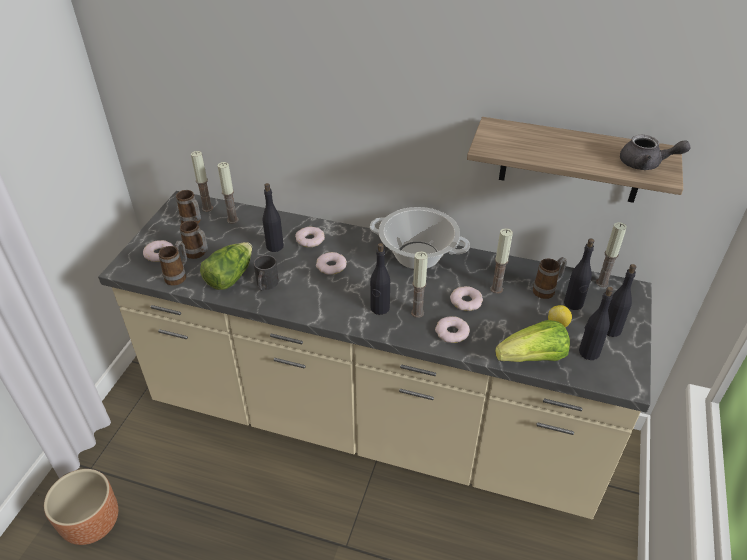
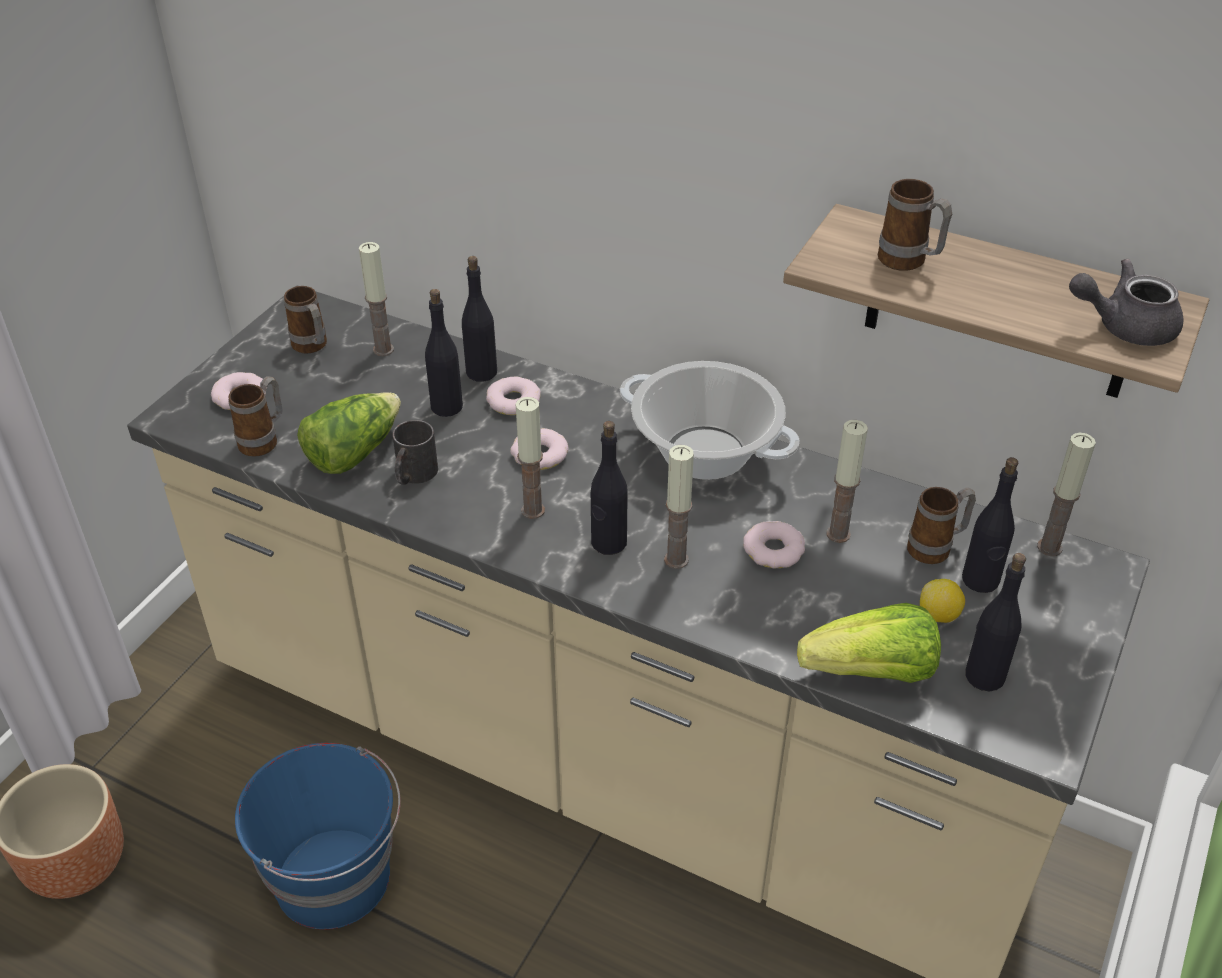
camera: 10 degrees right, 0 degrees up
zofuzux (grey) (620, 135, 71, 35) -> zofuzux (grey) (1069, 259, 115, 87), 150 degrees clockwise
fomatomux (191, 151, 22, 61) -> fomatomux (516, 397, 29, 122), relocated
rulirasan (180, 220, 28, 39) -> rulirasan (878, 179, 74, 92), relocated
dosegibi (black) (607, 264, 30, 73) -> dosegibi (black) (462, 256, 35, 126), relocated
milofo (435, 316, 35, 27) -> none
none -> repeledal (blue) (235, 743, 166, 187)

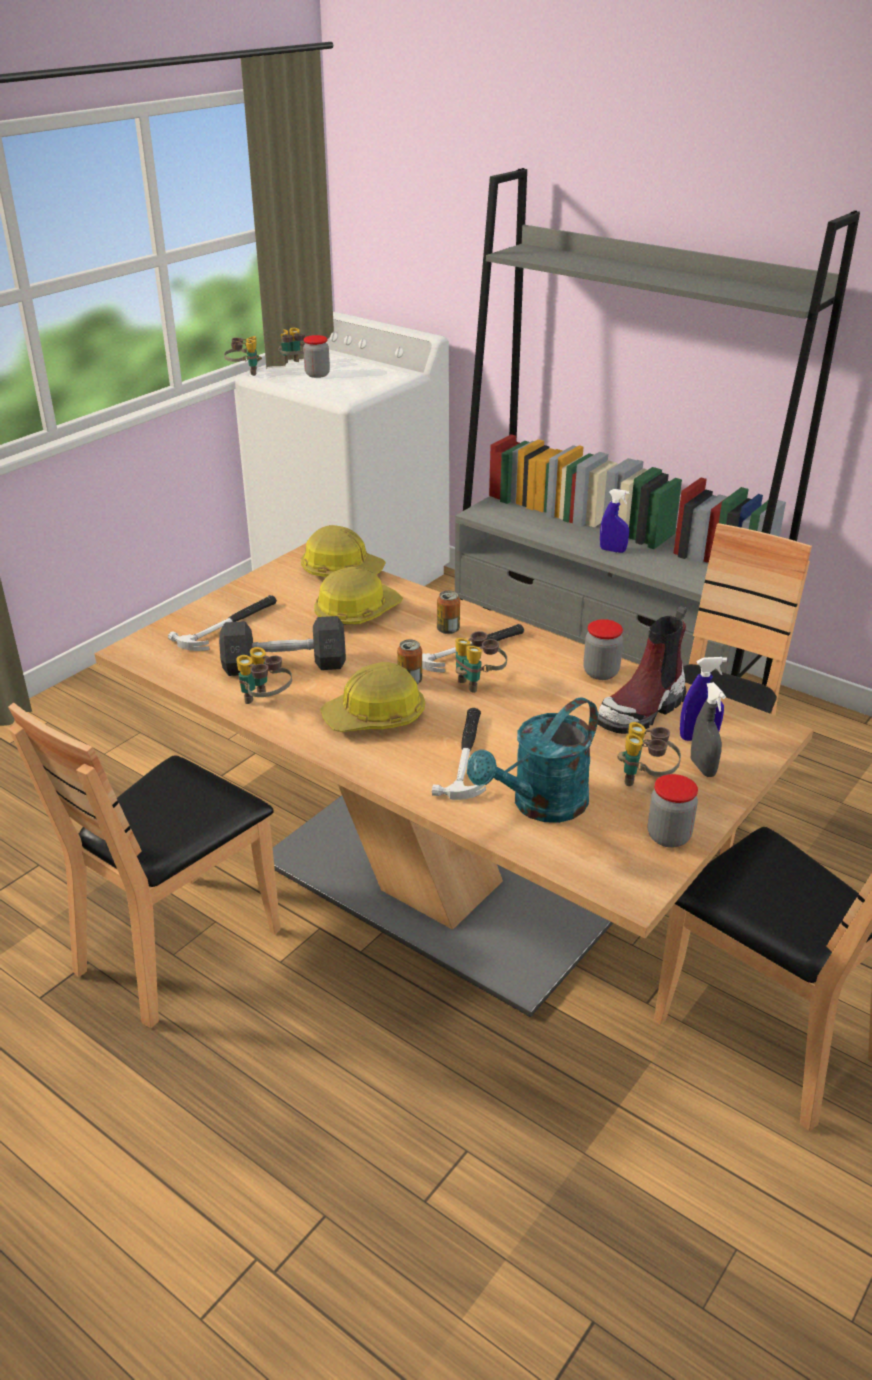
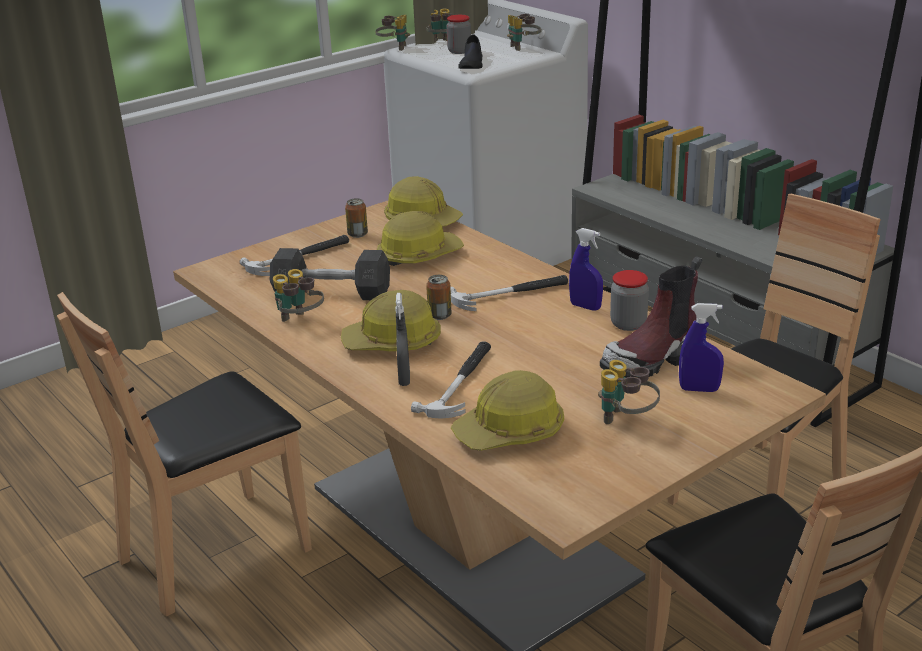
camera: 15 degrees right, 5 degrees down
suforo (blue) (600, 489, 30, 64) -> suforo (blue) (569, 228, 34, 83), relocated
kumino (437, 590, 23, 44) -> kumino (345, 198, 23, 40), relocated
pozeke (455, 631, 52, 62) -> pozeke (507, 14, 34, 37), relocated
suforo (grey) (691, 682, 35, 95) -> suforo (grey) (395, 293, 15, 93), relocated
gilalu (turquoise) (467, 697, 131, 126) -> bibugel (451, 370, 113, 81)
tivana (648, 774, 50, 74) -> none
none -> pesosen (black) (458, 34, 25, 35)

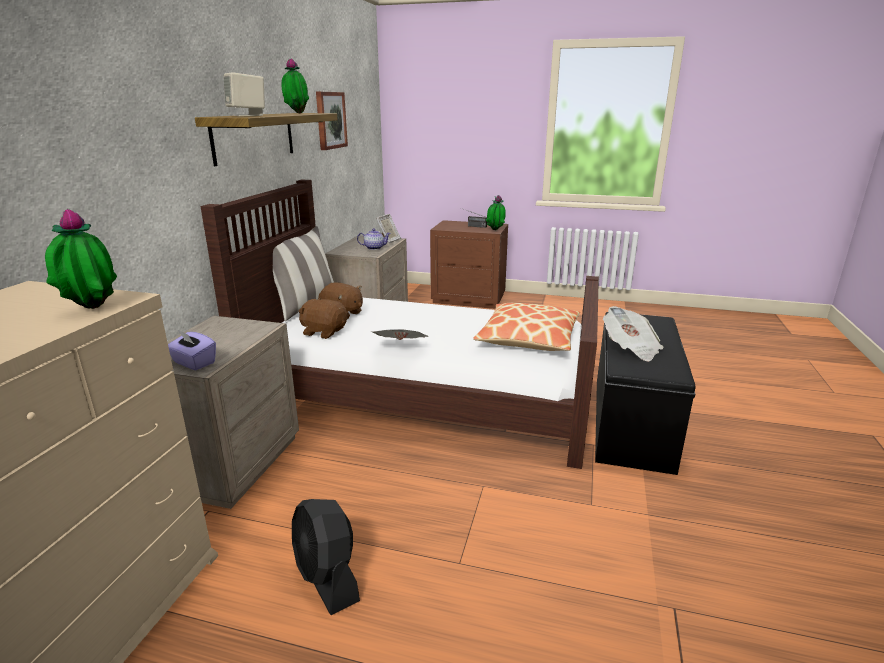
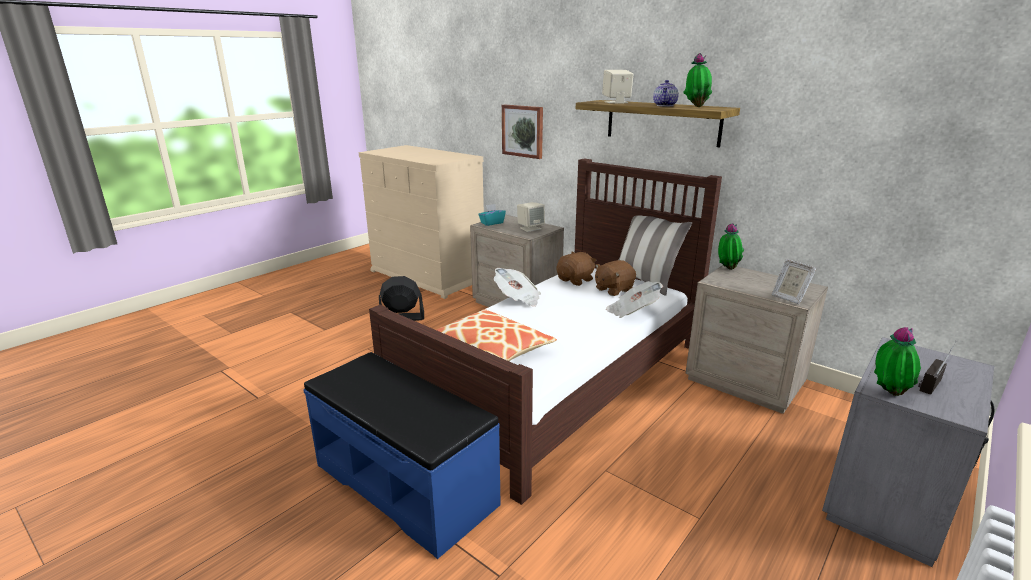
camera: 115 degrees right, 0 degrees up
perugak (316, 92, 32, 58) -> perugak (502, 105, 41, 54), relocated
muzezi (45, 209, 72, 100) -> muzezi (718, 223, 26, 47), relocated
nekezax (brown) (430, 220, 78, 89) -> nekezax (grey) (822, 337, 172, 230)
zofuzux (357, 228, 34, 22) -> zofuzux (653, 80, 26, 26), relocated
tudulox (603, 306, 61, 56) -> tudulox (606, 281, 57, 37), relocated
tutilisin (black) (595, 312, 101, 163) -> tutilisin (blue) (303, 352, 198, 207)
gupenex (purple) (168, 330, 48, 40) -> gupenex (turquoise) (478, 204, 28, 22)
none -> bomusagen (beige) (517, 202, 28, 30)

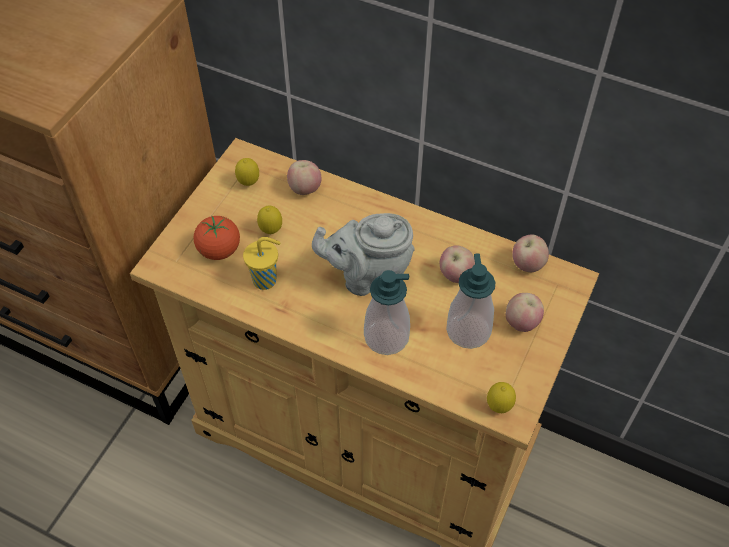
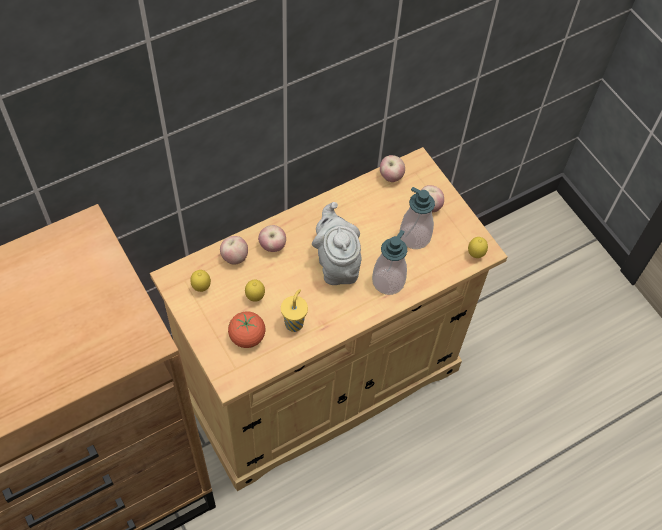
camera: 60 degrees left, 5 degrees up
zofuzux (grey) (312, 213, 103, 83) -> zofuzux (grey) (312, 202, 49, 83), 135 degrees clockwise
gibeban (440, 245, 35, 38) -> gibeban (258, 225, 28, 27), relocated

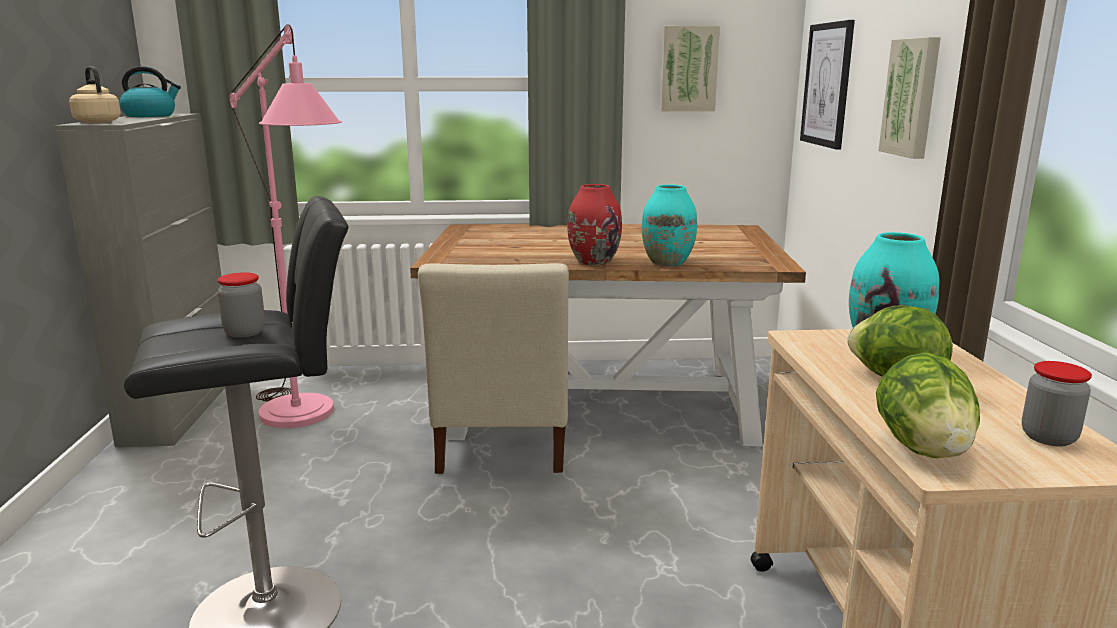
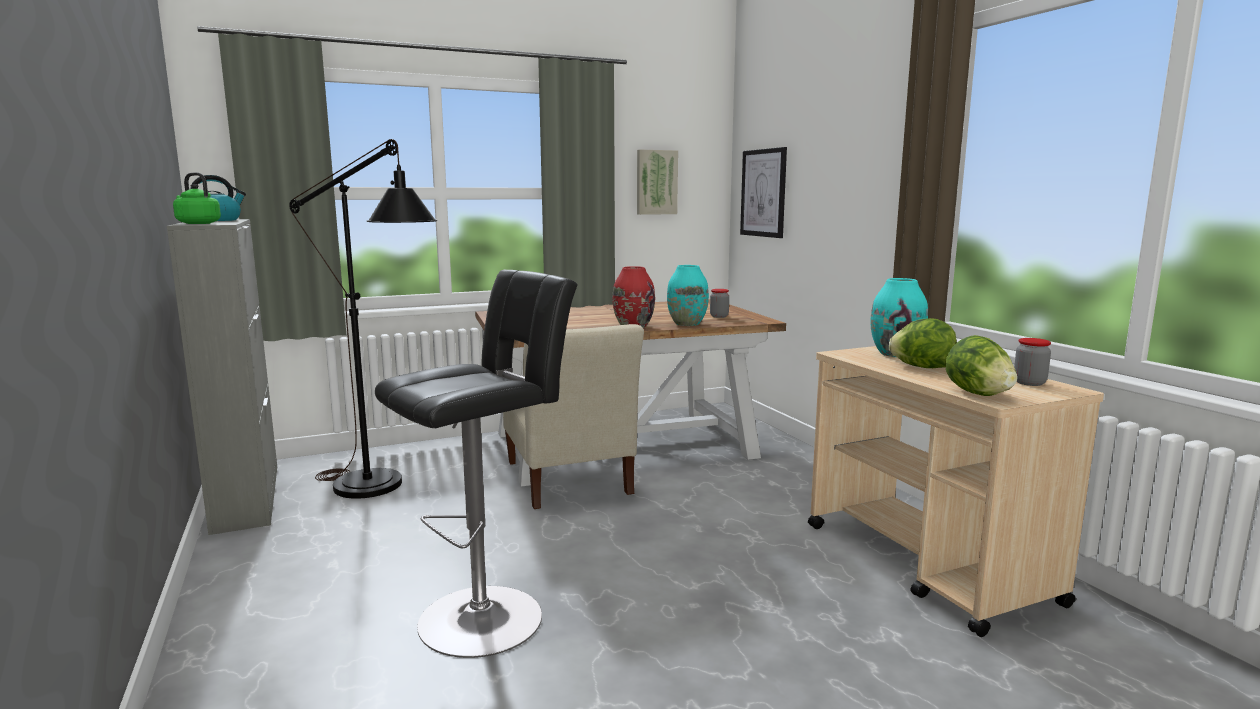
camera: 20 degrees left, 5 degrees down
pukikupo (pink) (230, 24, 112, 404) -> pukikupo (black) (289, 139, 148, 360)
perugak (878, 37, 63, 122) -> none
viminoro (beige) (69, 66, 52, 57) -> viminoro (green) (173, 172, 48, 52)
tivana (218, 272, 47, 66) -> tivana (710, 289, 19, 29), relocated

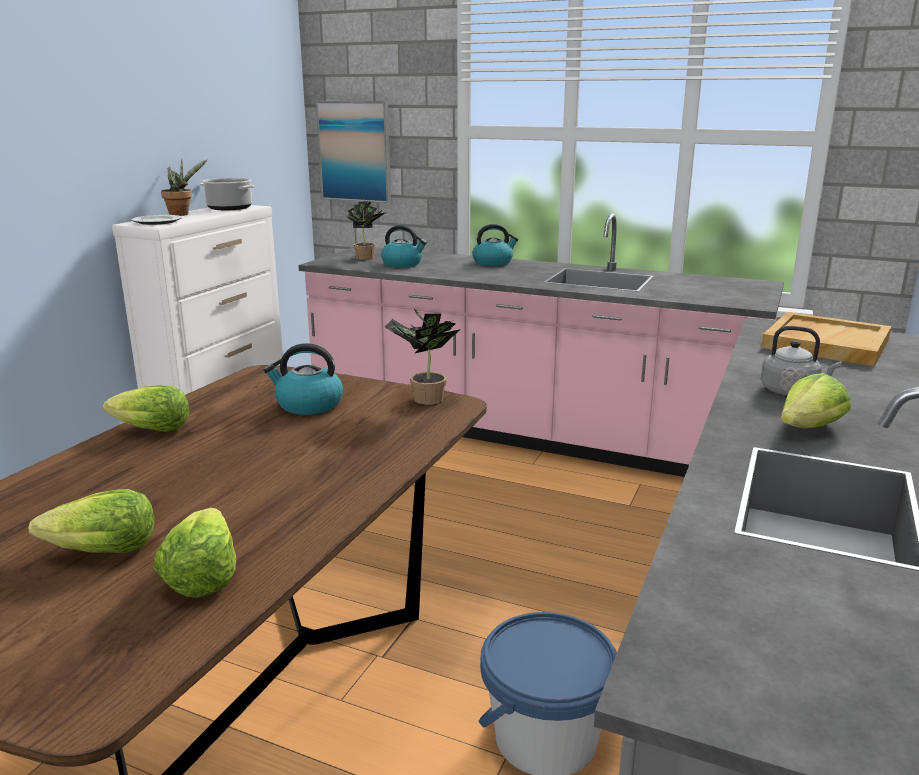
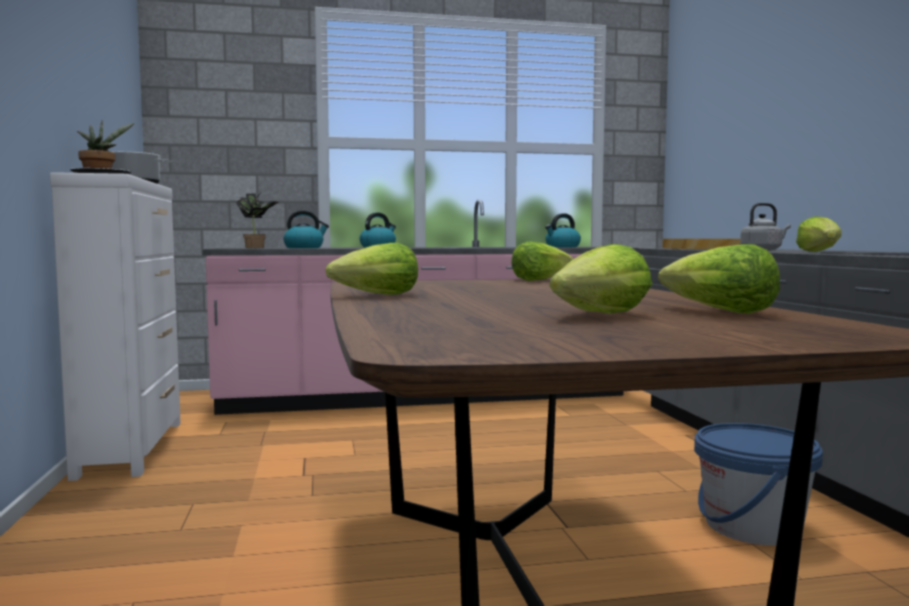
camera: 35 degrees left, 15 degrees down
perugak (316, 101, 75, 102) -> none
muzezi (385, 309, 76, 96) -> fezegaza (511, 242, 62, 39)
viminoro (264, 343, 79, 72) -> viminoro (545, 213, 36, 34), relocated

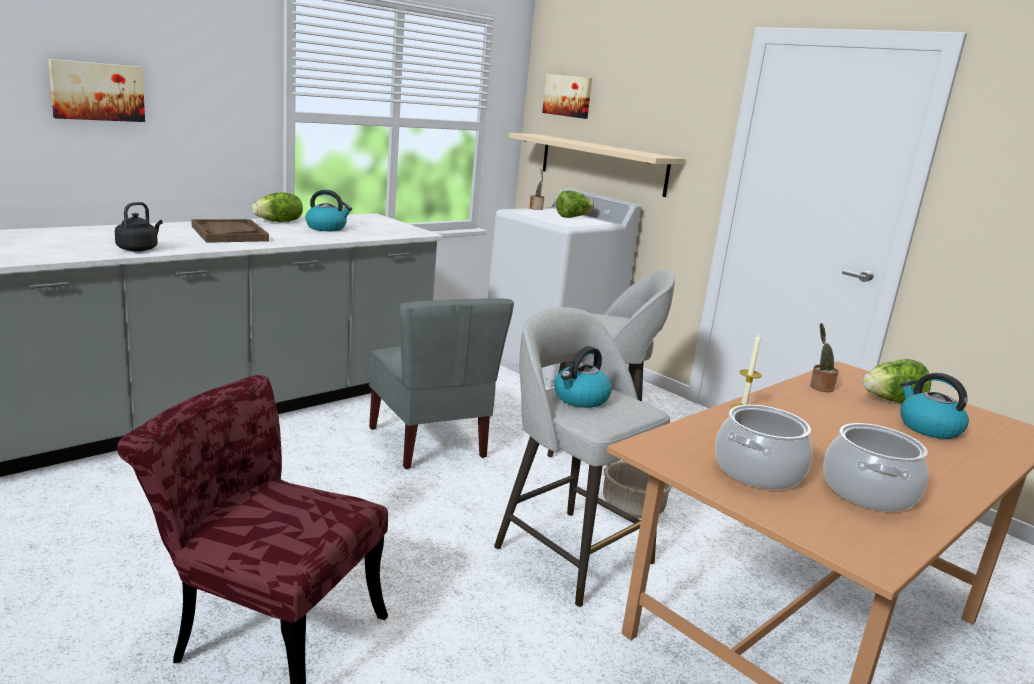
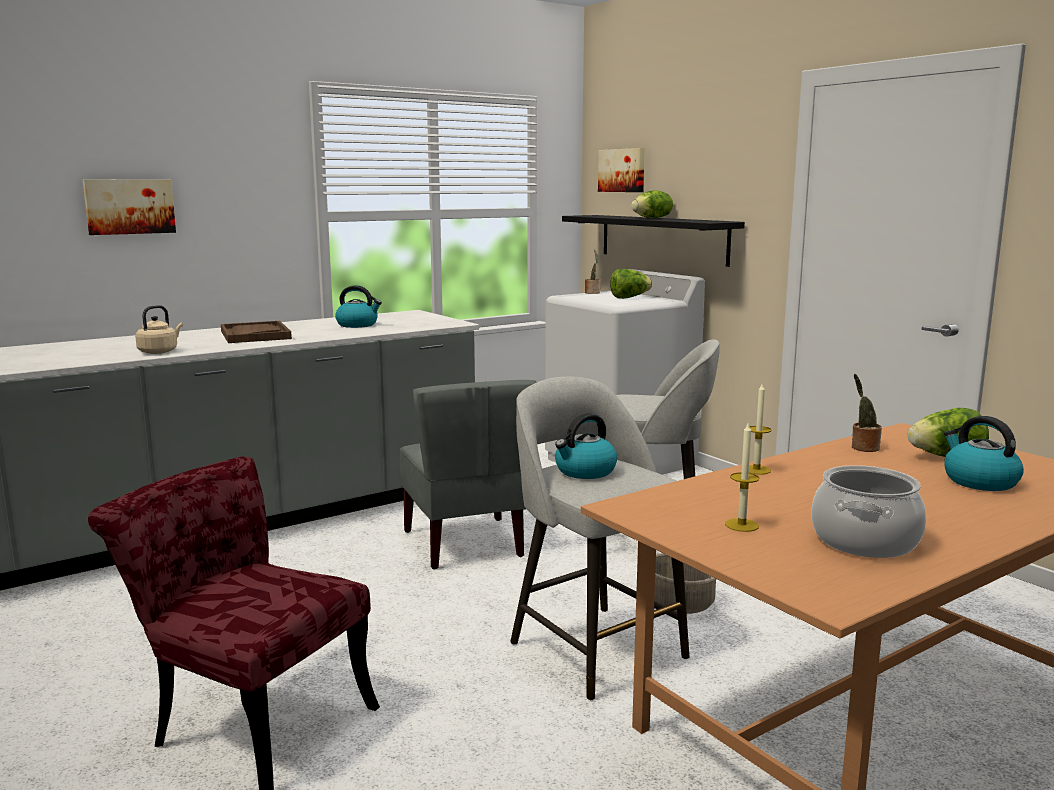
camera: 10 degrees right, 5 degrees down
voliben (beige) (509, 133, 176, 64) -> voliben (black) (562, 215, 183, 52)
fezegaza (252, 193, 51, 29) -> fezegaza (631, 190, 42, 28), relocated
viminoro (black) (115, 202, 48, 50) -> viminoro (beige) (135, 305, 48, 49)
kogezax (715, 405, 98, 85) -> fomatomux (725, 423, 34, 109)

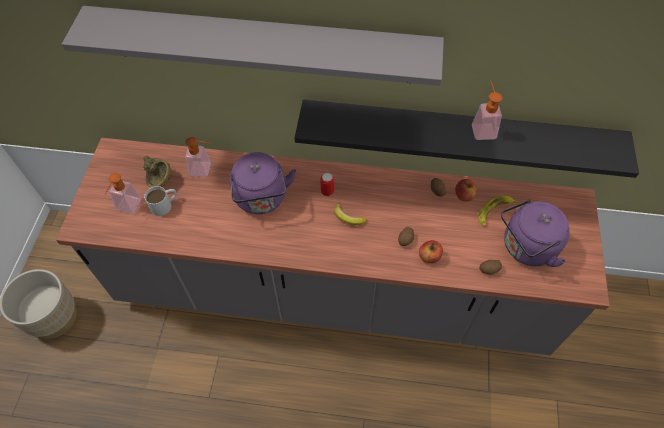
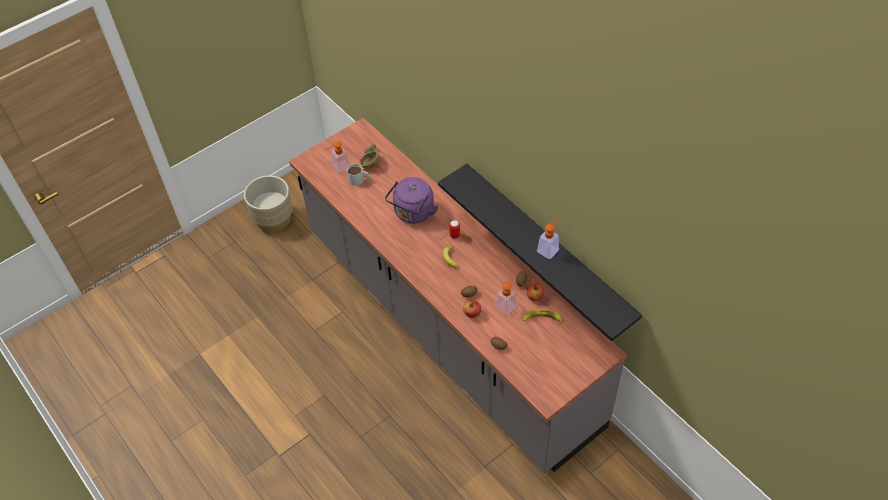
camera: 45 degrees right, 5 degrees down
voliben (grey) (62, 6, 382, 80) -> none
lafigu (185, 137, 26, 39) -> lafigu (495, 282, 24, 33), relocated
viminoro (purple) (501, 199, 69, 68) -> none

